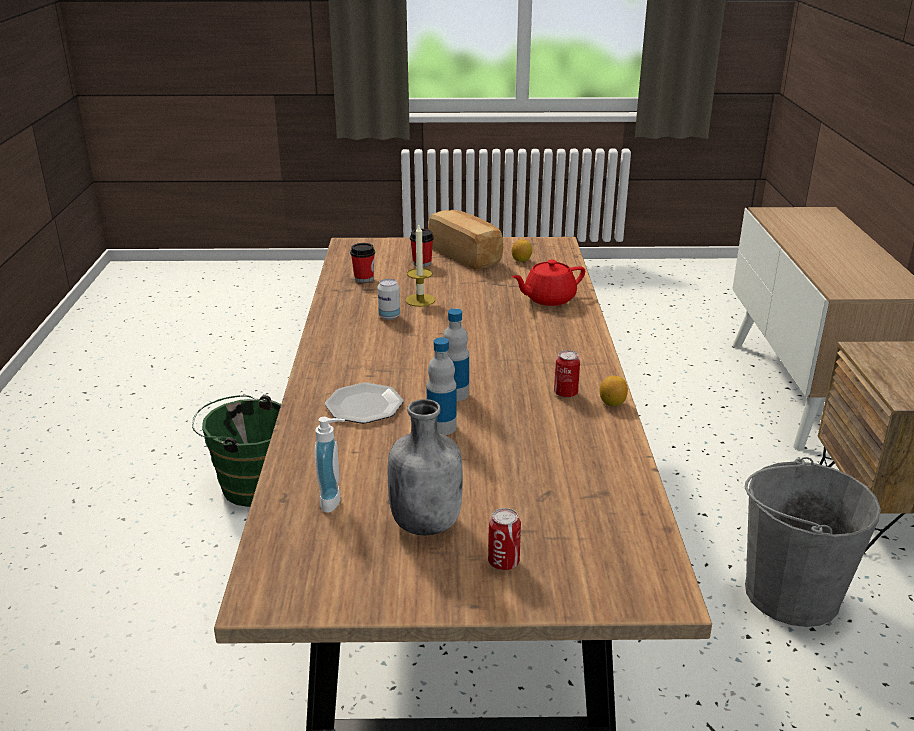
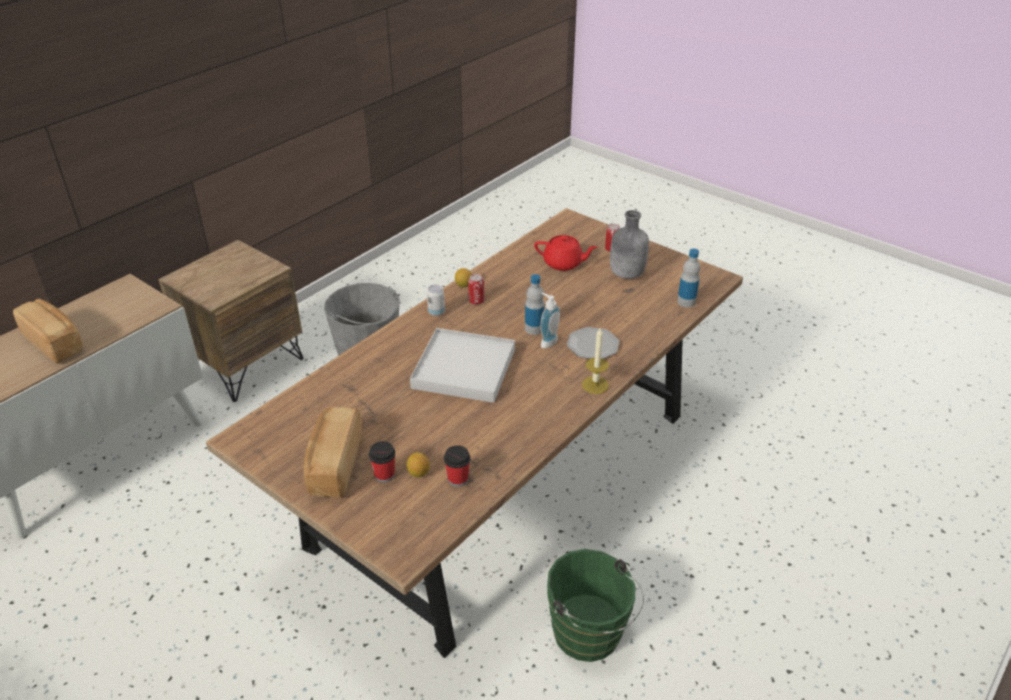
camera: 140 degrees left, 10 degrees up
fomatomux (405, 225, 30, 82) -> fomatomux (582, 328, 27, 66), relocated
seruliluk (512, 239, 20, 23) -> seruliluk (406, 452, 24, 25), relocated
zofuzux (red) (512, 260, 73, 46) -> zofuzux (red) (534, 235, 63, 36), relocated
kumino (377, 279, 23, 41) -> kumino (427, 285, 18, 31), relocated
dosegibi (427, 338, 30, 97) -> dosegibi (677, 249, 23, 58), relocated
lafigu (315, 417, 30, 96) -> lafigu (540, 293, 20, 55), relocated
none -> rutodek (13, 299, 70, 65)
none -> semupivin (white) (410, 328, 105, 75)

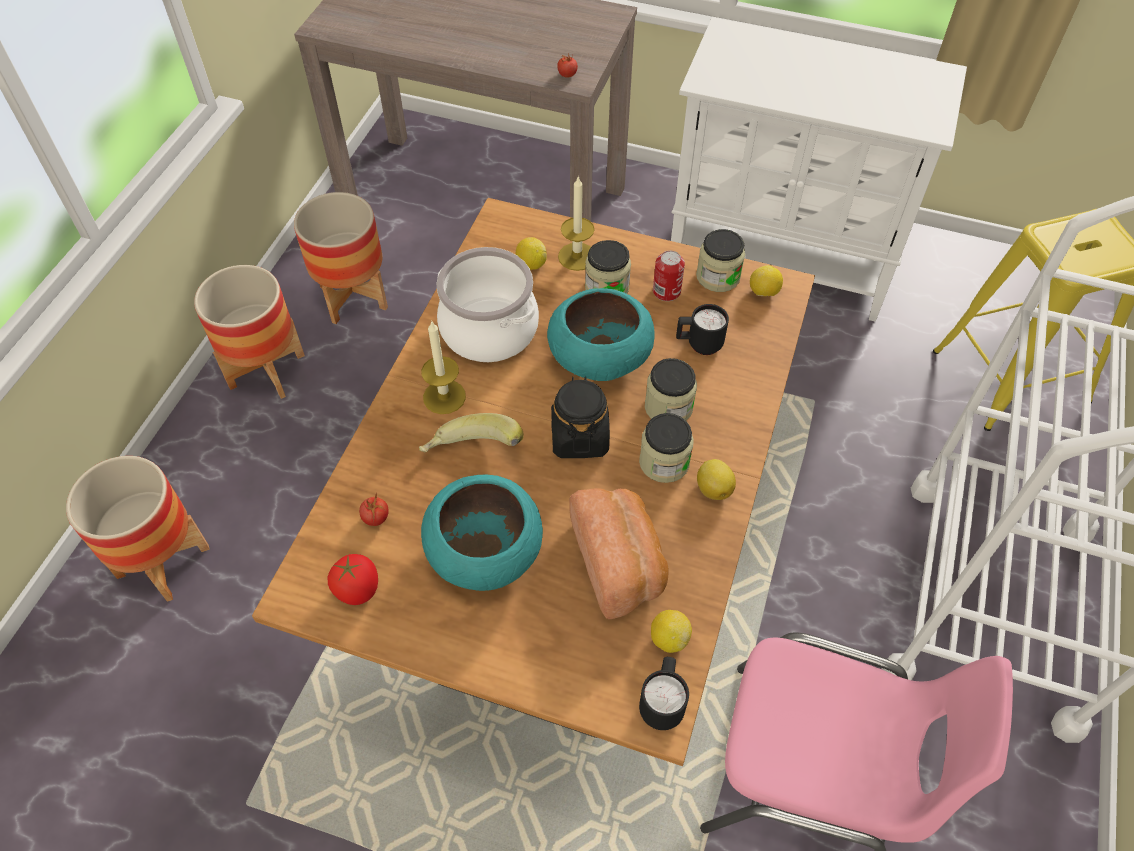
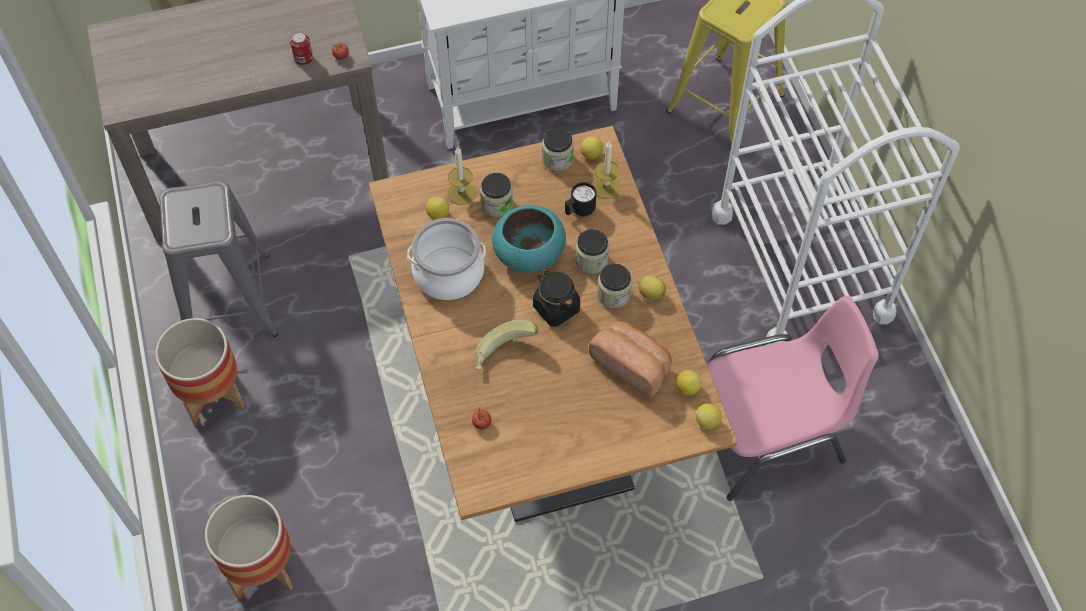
camera: 35 degrees left, 5 degrees up
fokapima (294, 192, 94, 132) -> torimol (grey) (159, 180, 119, 157)
kumino (653, 251, 32, 50) -> kumino (290, 32, 23, 34), relocated
fomatomux (421, 320, 45, 94) -> fomatomux (592, 141, 28, 58), relocated
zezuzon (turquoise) (421, 475, 122, 116) -> none
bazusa (328, 554, 50, 51) -> none
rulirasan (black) (639, 657, 50, 73) -> seruliluk (696, 403, 26, 26)

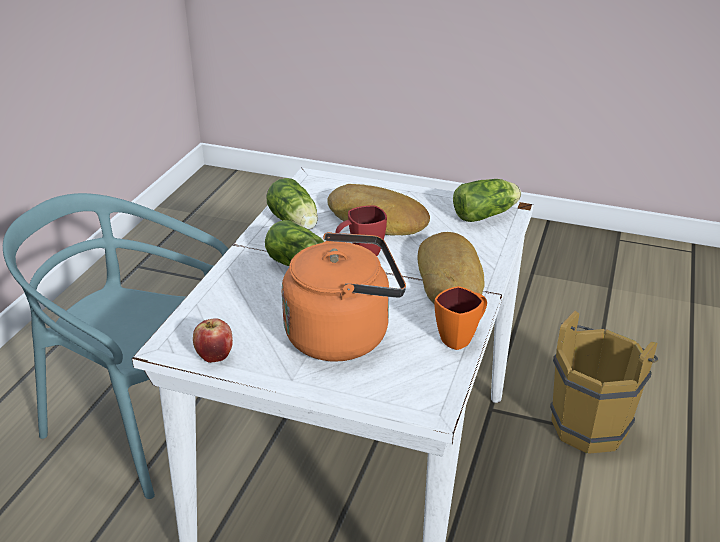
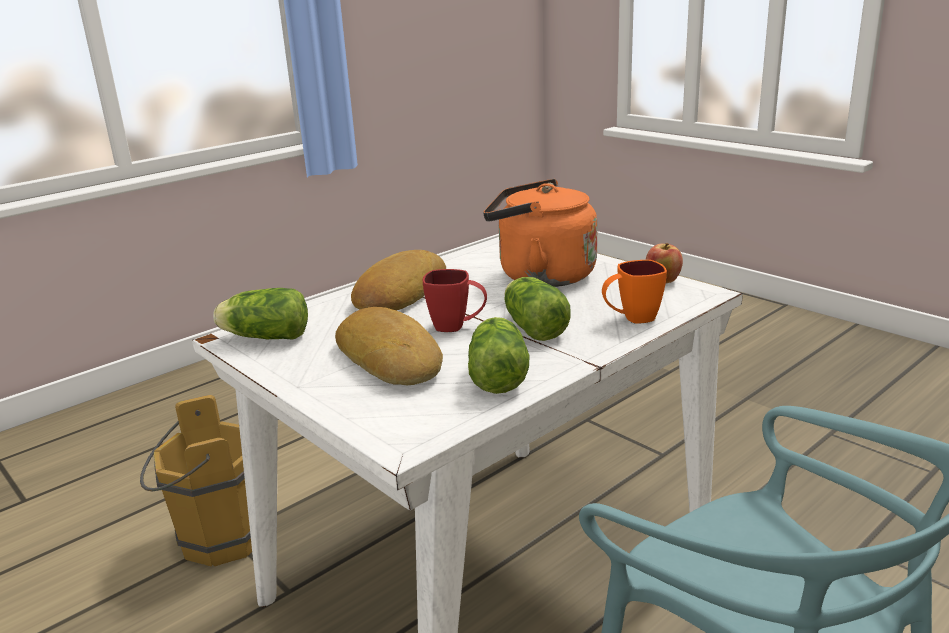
camera: 150 degrees left, 10 degrees down
rulirasan (orange) (435, 286, 52, 64) -> rulirasan (orange) (602, 260, 65, 63), relocated

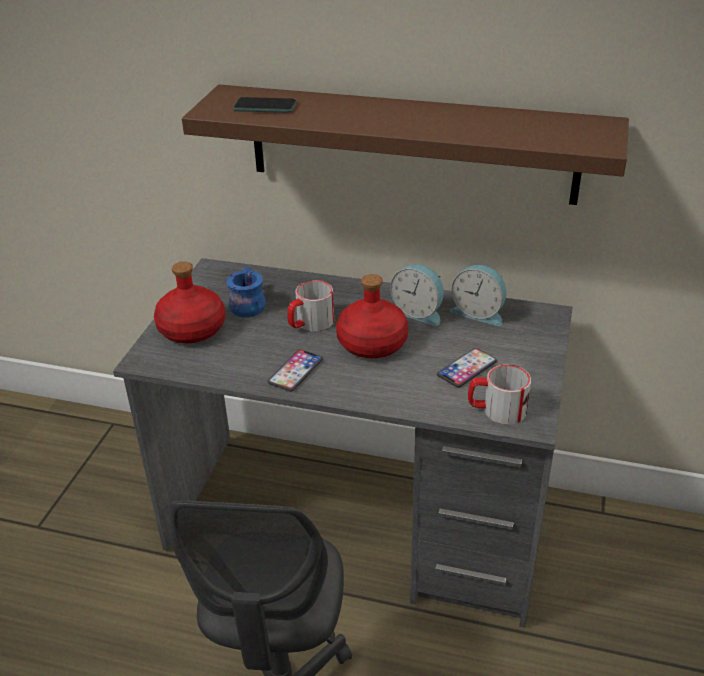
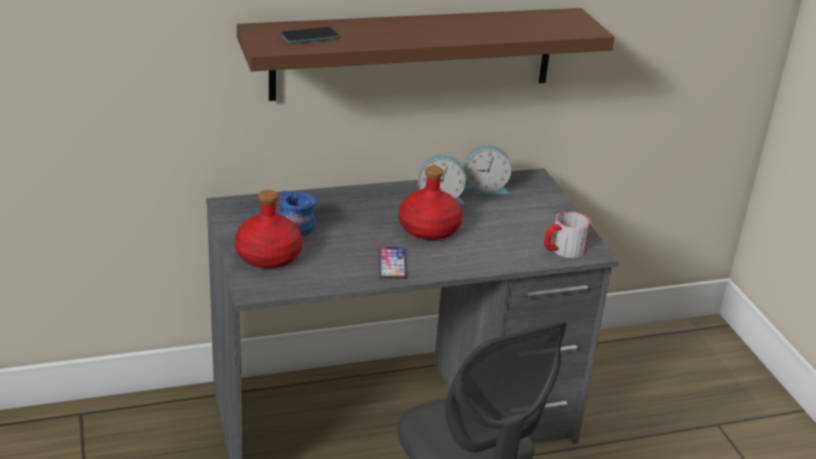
camera: 35 degrees left, 5 degrees down
rulirasan (287, 280, 47, 51) -> none
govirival (437, 348, 60, 40) -> none

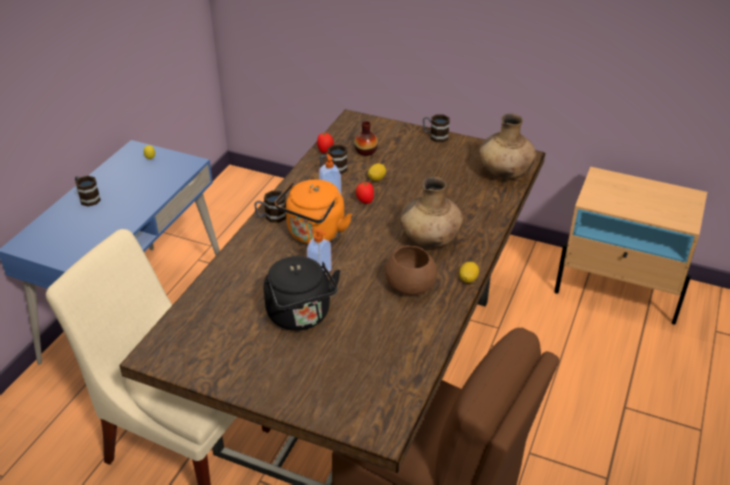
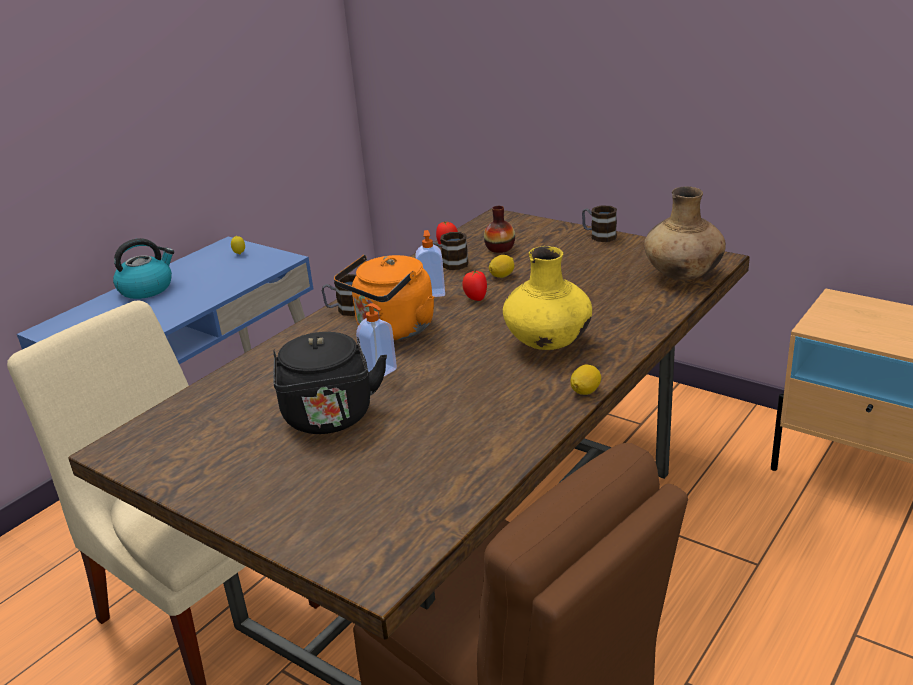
camera: 15 degrees right, 10 degrees down
rulirasan (75, 176, 26, 31) -> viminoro (113, 238, 61, 61)
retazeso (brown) (400, 177, 63, 70) -> retazeso (yellow) (503, 246, 89, 104)
zezuzon (brown) (385, 245, 52, 50) -> none

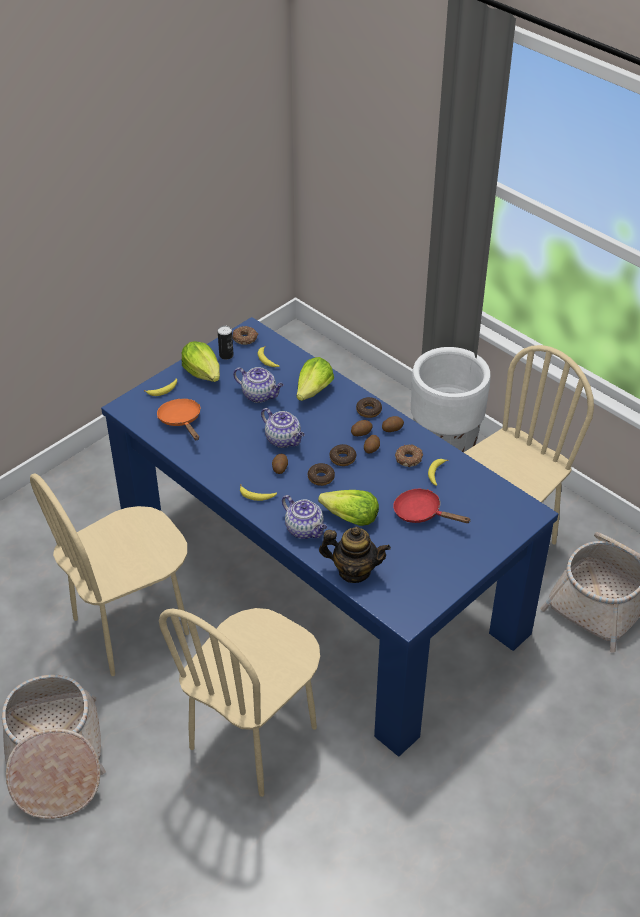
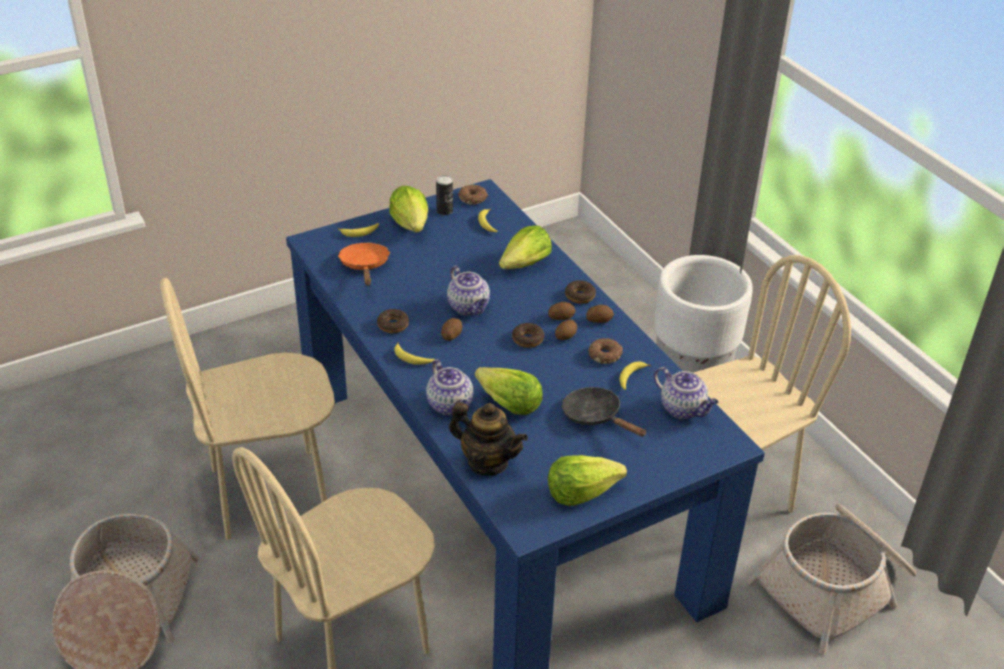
camera: 15 degrees right, 5 degrees down
zofuzux (233, 367, 51, 36) -> zofuzux (654, 367, 65, 52), relocated
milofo (308, 463, 27, 23) -> milofo (377, 309, 32, 24), relocated
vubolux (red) (393, 489, 77, 34) -> vubolux (black) (562, 387, 85, 50)
none -> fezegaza (548, 455, 79, 51)

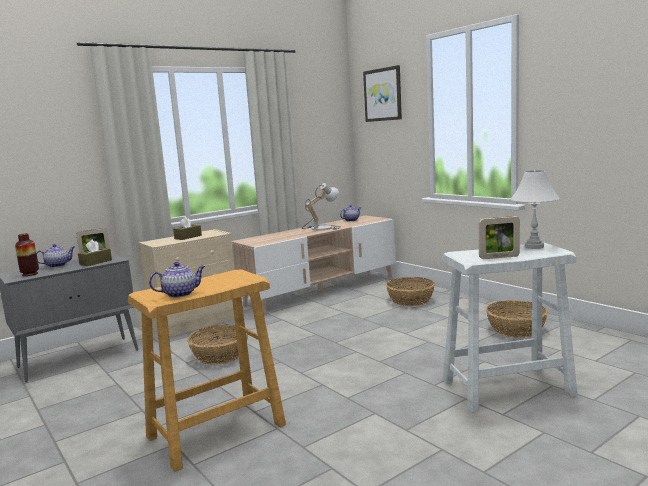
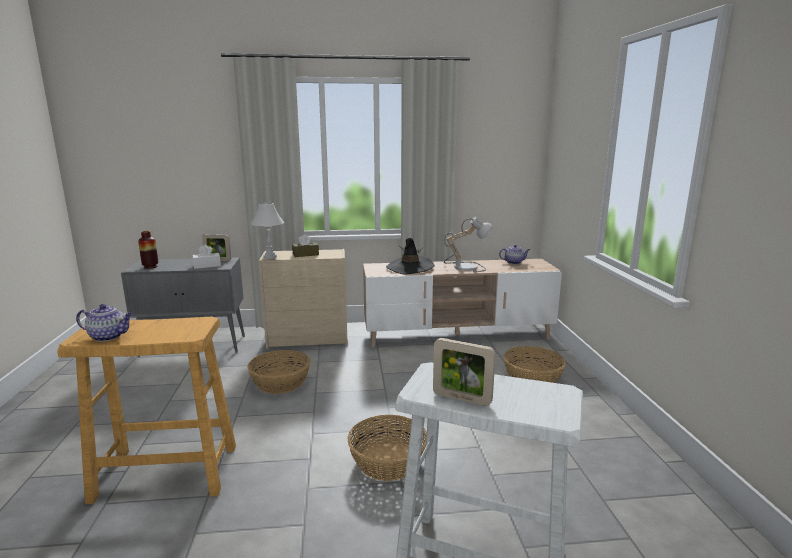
camera: 30 degrees right, 5 degrees up
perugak (363, 65, 39, 57) -> none
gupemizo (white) (510, 171, 50, 78) -> gupemizo (white) (251, 203, 34, 56), relocated
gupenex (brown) (78, 240, 34, 26) -> gupenex (white) (193, 245, 28, 24)
zofuzux (36, 244, 39, 24) -> none
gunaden (486, 300, 62, 38) -> gunaden (347, 415, 80, 66), relocated
none -> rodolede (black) (386, 238, 49, 36)

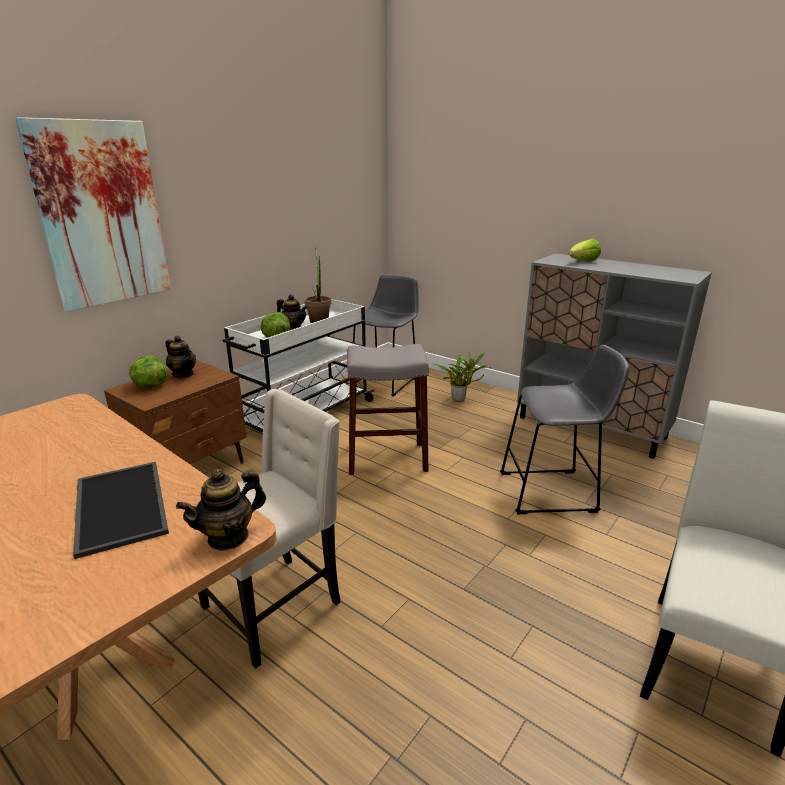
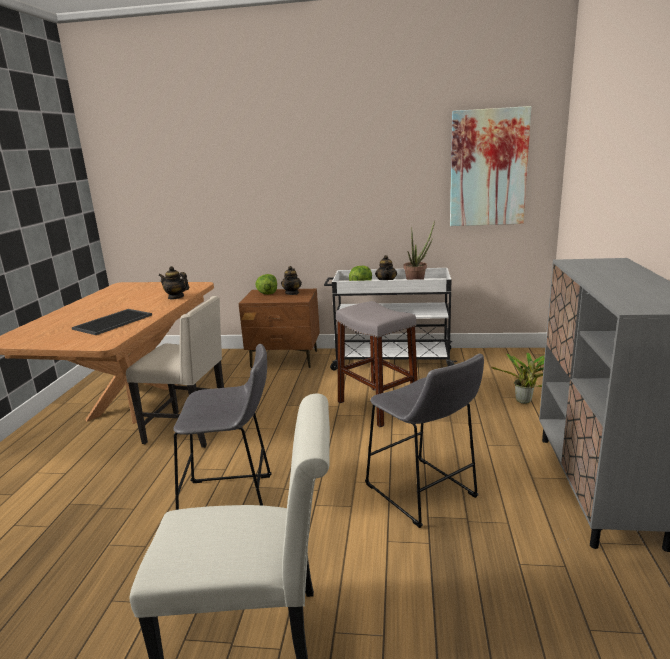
camera: 60 degrees right, 5 degrees down
perugak (15, 117, 156, 195) -> perugak (450, 106, 81, 120), relocated
fezegaza (569, 238, 32, 23) -> none
torimol (grey) (353, 274, 66, 123) -> torimol (grey) (173, 344, 99, 166), relocated
zofuzux (176, 469, 90, 82) -> zofuzux (158, 266, 31, 33), relocated

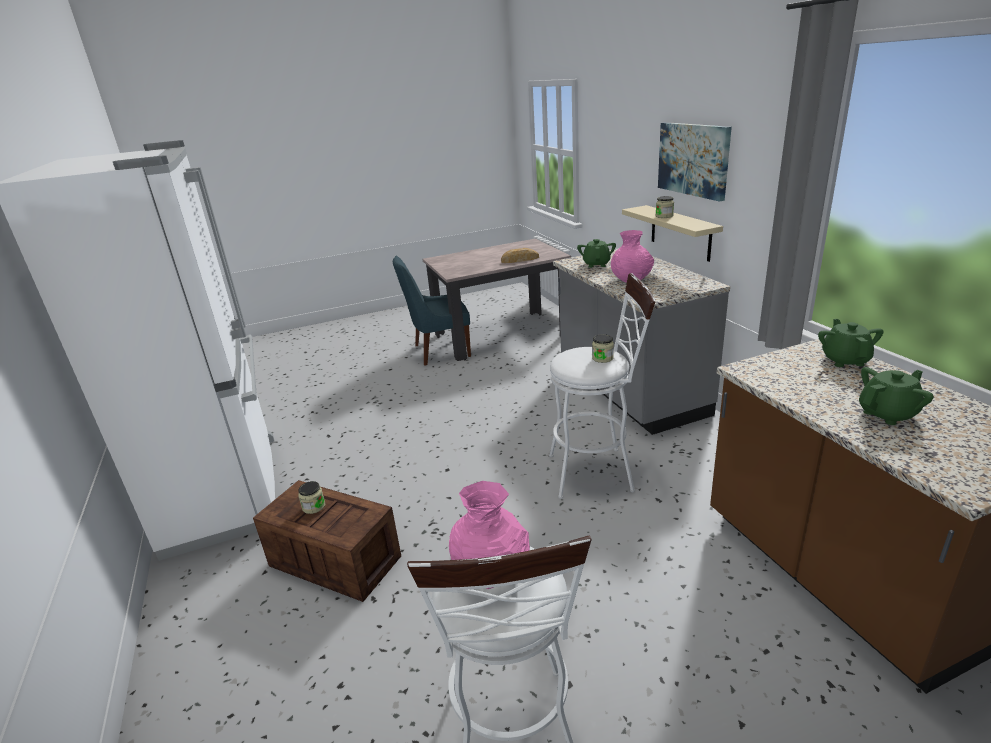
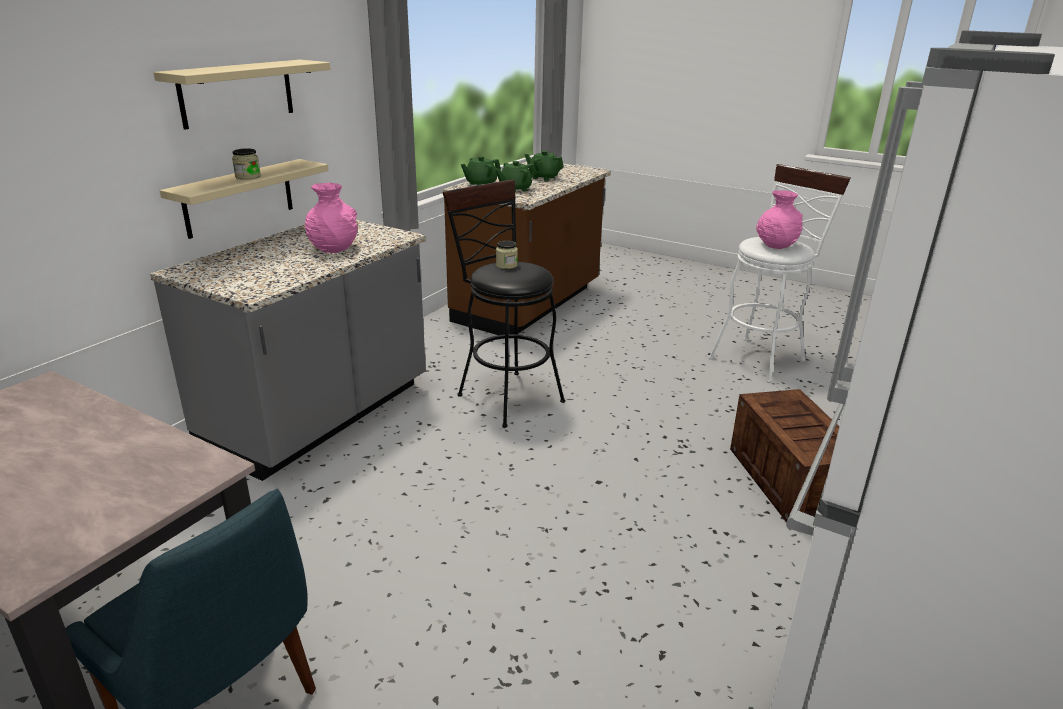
camera: 130 degrees left, 0 degrees up
perugak (658, 122, 74, 80) -> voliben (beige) (154, 60, 177, 70)
zofuzux (green) (577, 239, 39, 29) -> zofuzux (green) (495, 161, 40, 32), relocated
rutodek (501, 248, 38, 15) -> none
torimol (white) (549, 273, 107, 226) -> torimol (black) (443, 180, 122, 247)
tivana (298, 481, 27, 33) -> none

